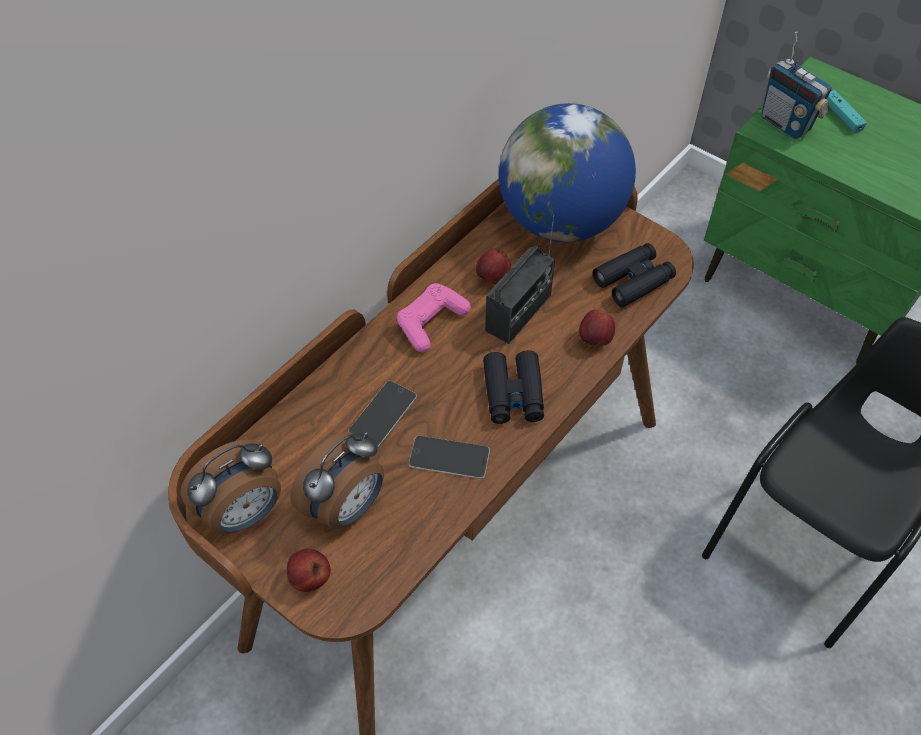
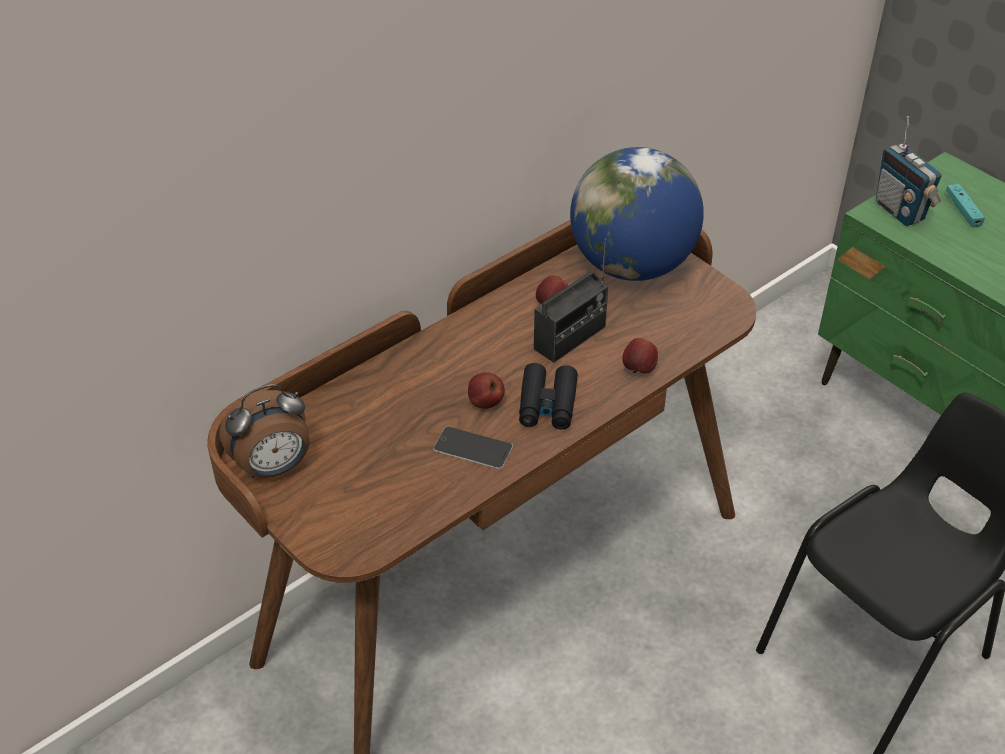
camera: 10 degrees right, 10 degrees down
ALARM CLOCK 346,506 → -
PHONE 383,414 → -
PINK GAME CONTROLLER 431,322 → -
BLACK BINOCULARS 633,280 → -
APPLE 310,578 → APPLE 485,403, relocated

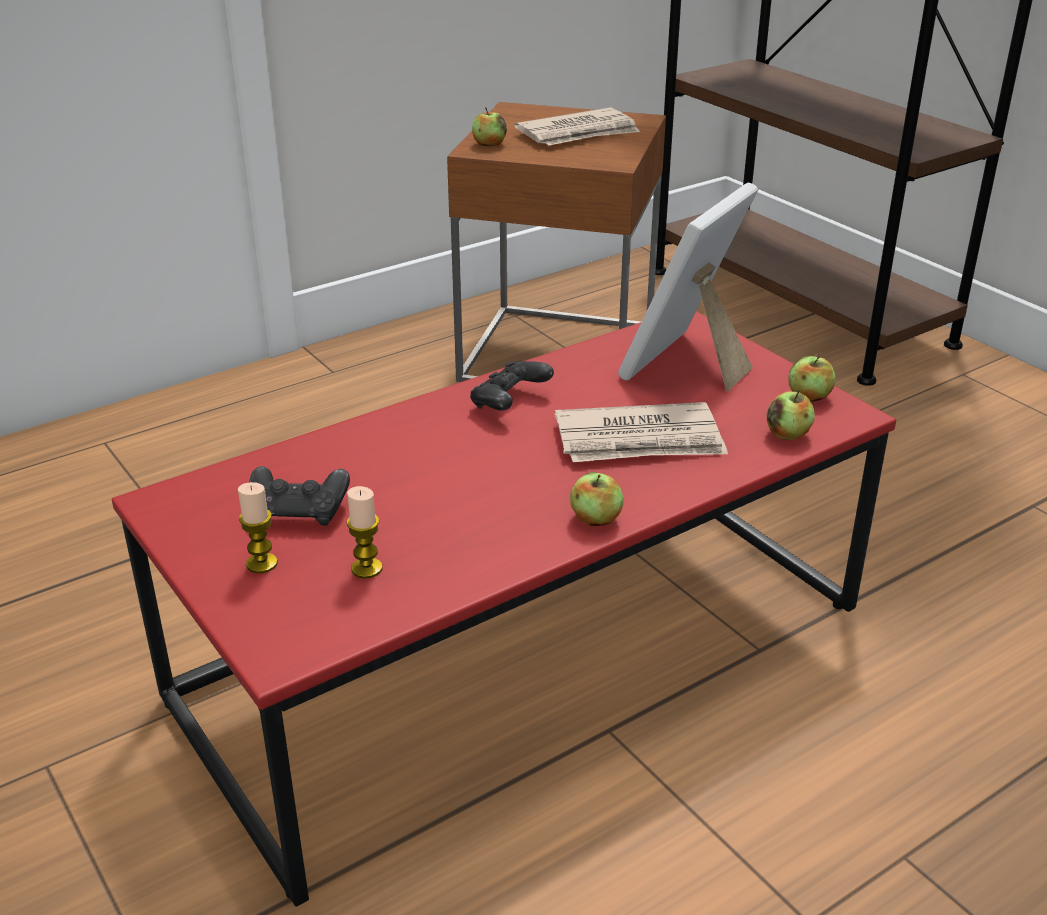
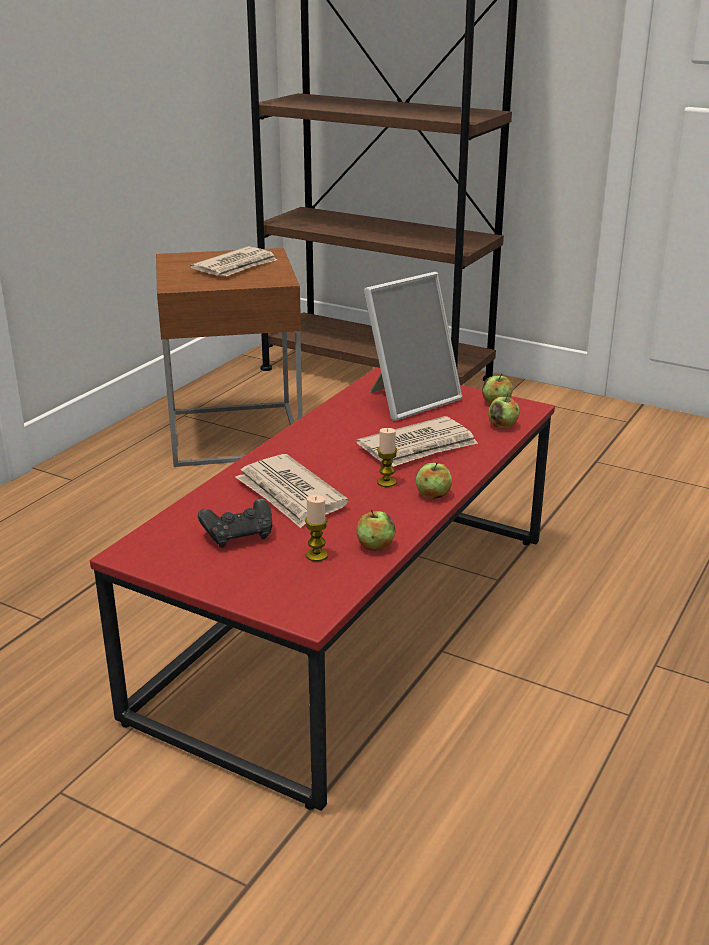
camera: 25 degrees left, 5 degrees down
BLACK GAME CONTROLLER 509,403 → -
- → NEWSPAPER 290,495
CANDLE 262,563 → CANDLE 386,482, relocated
APPLE 489,144 → APPLE 375,546, relocated
PICTURE FRAME 688,366 → PICTURE FRAME 409,400, 135 degrees counterclockwise

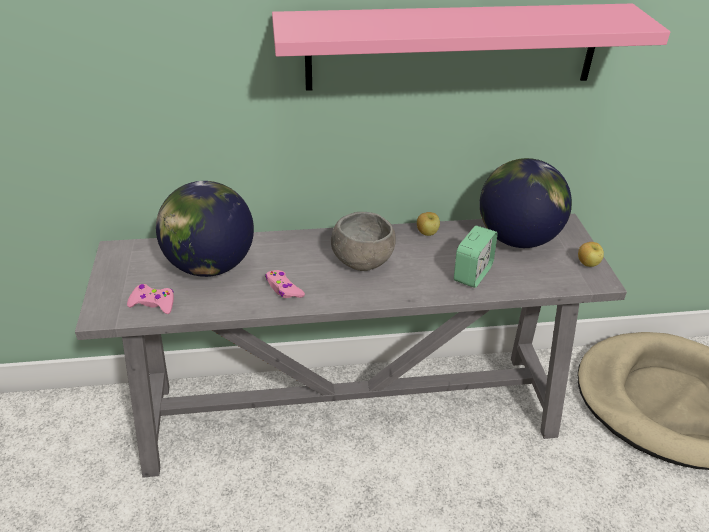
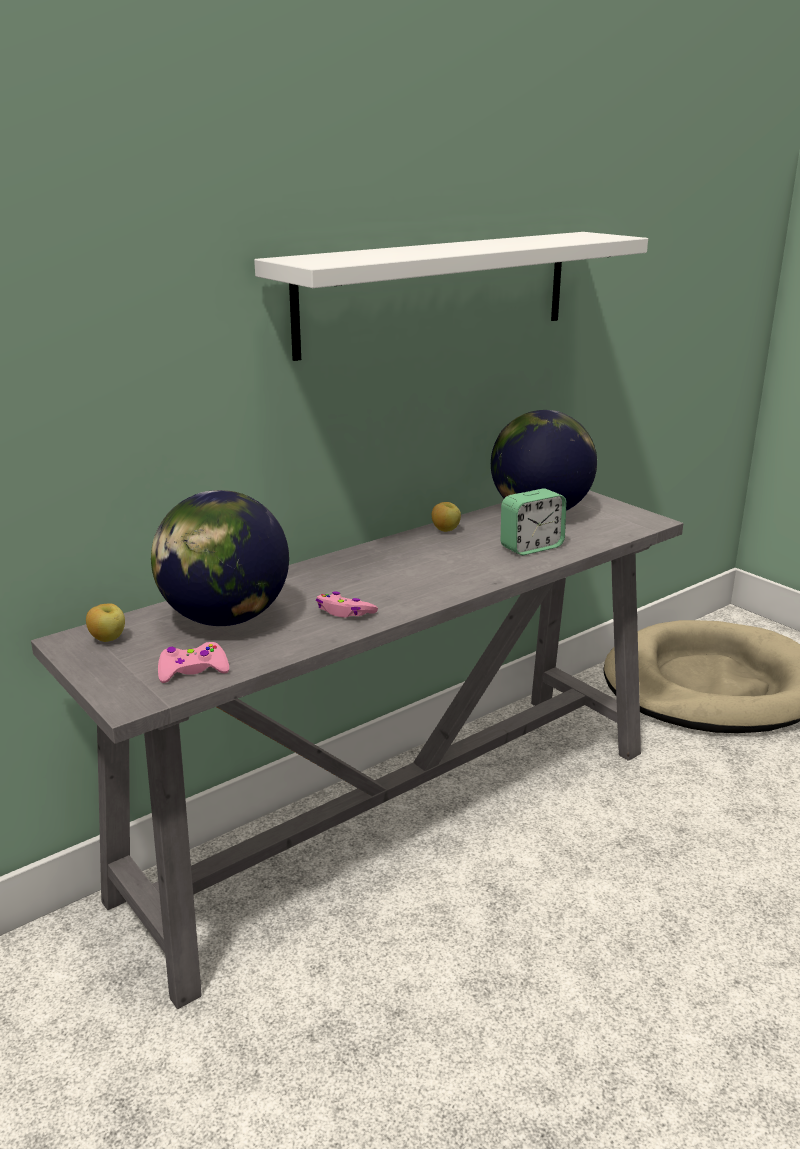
camera: 30 degrees left, 15 degrees down
GREY BOWL 361,261 → -
APPLE 587,264 → APPLE 108,639, relocated
PINK SHELF 453,47 → WHITE SHELF 437,291
ALARM CLOCK 472,274 → ALARM CLOCK 531,547, 60 degrees clockwise

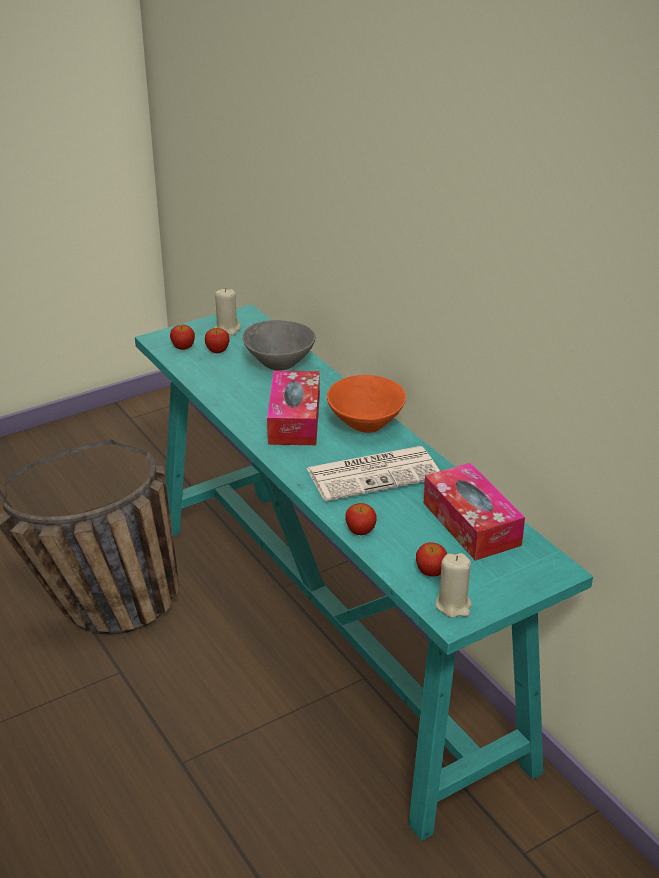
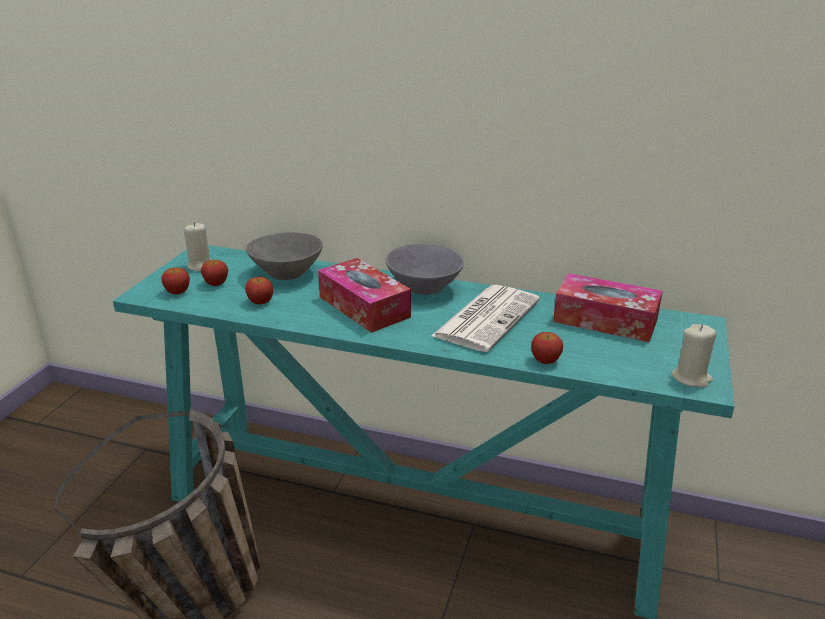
camera: 40 degrees left, 5 degrees down
APPLE 430,571 → APPLE 260,302, relocated
ORANGE BOWL 365,424 → GREY BOWL 424,289

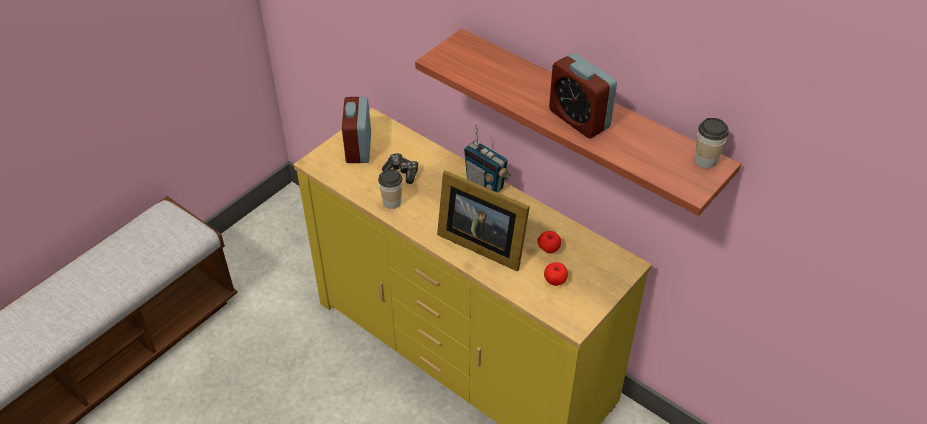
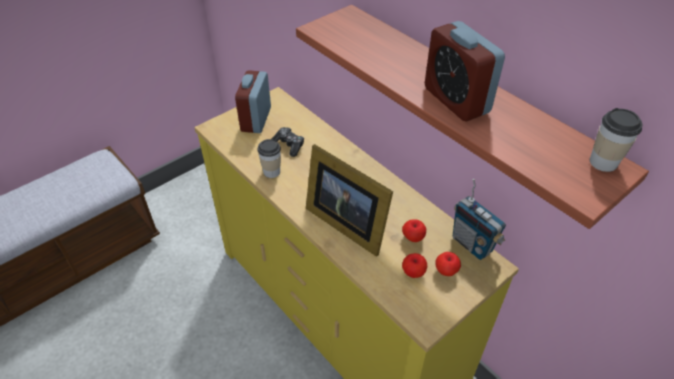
camera: 10 degrees right, 0 degrees up
- → APPLE 446,271
RADIO 485,185 → RADIO 472,244, relocated

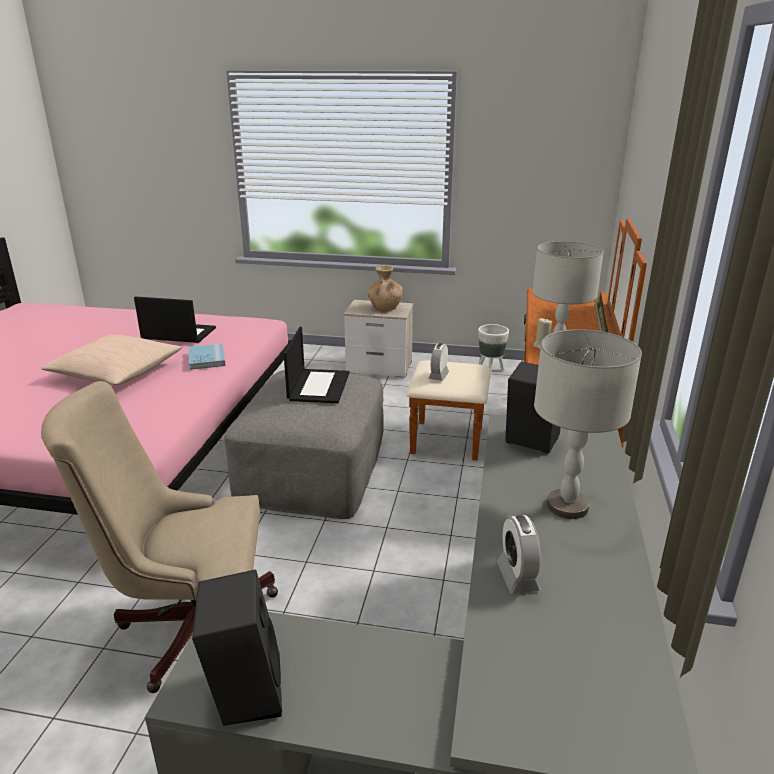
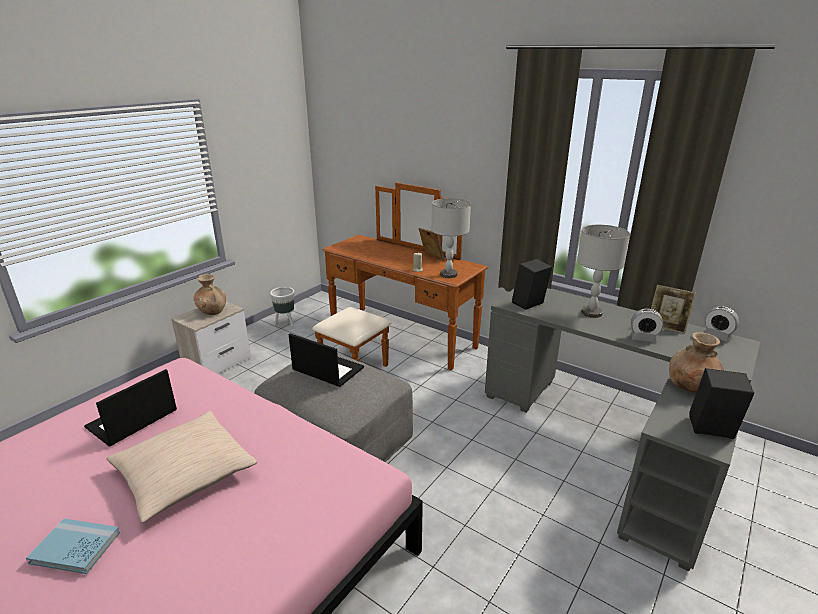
camera: 65 degrees left, 0 degrees up
BEIGE OFFICE CHAIR 190,627 → -
- → PICTURE FRAME 666,327
- → BROWN VASE 691,386
BLUE BOOK 207,358 → BLUE BOOK 75,548, relocated
ALARM CLOCK 438,376 → ALARM CLOCK 717,336, relocated

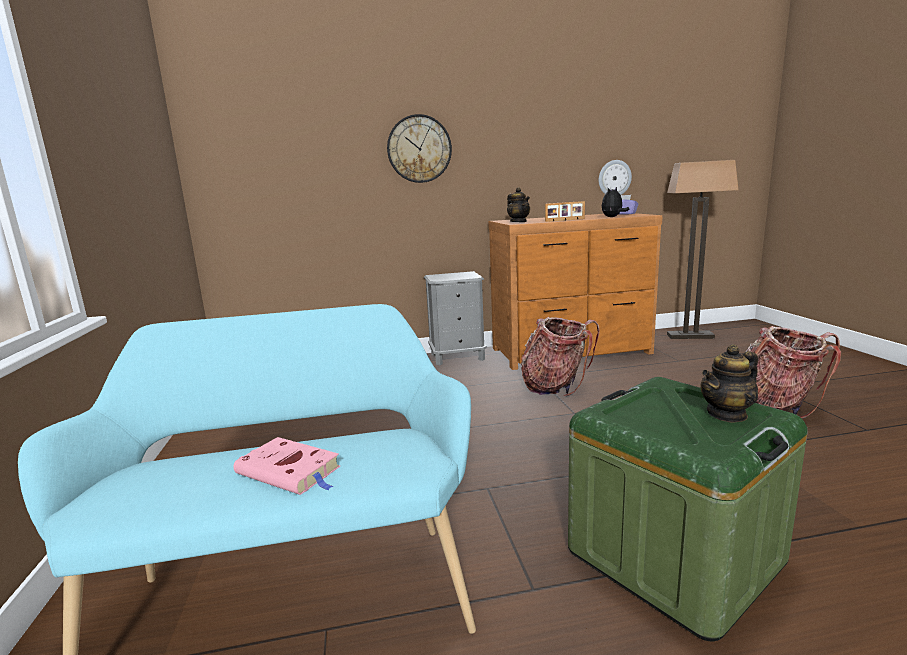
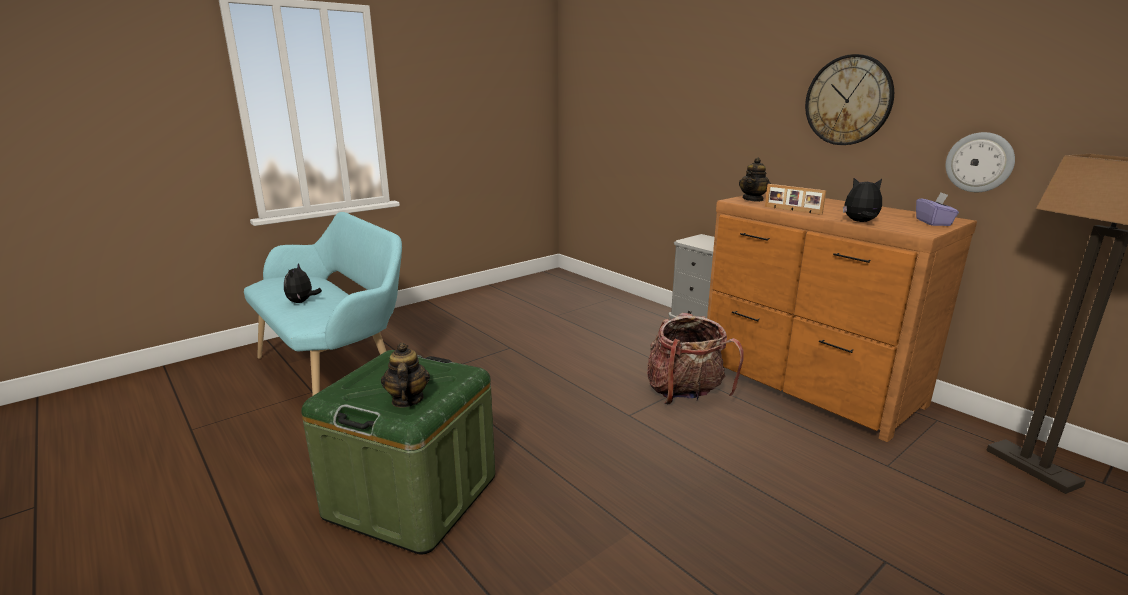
camera: 60 degrees right, 5 degrees up
BACKPACK 776,407 → -
WALL CLOCK 419,149 → WALL CLOCK 848,100, relocated
PINK BOOK 291,471 → PLUSH TOY 302,302
TEAPOT 727,414 → TEAPOT 407,400, 45 degrees clockwise

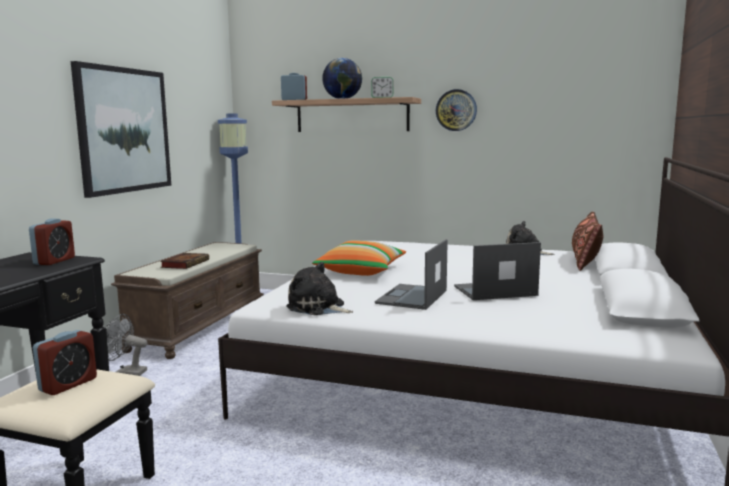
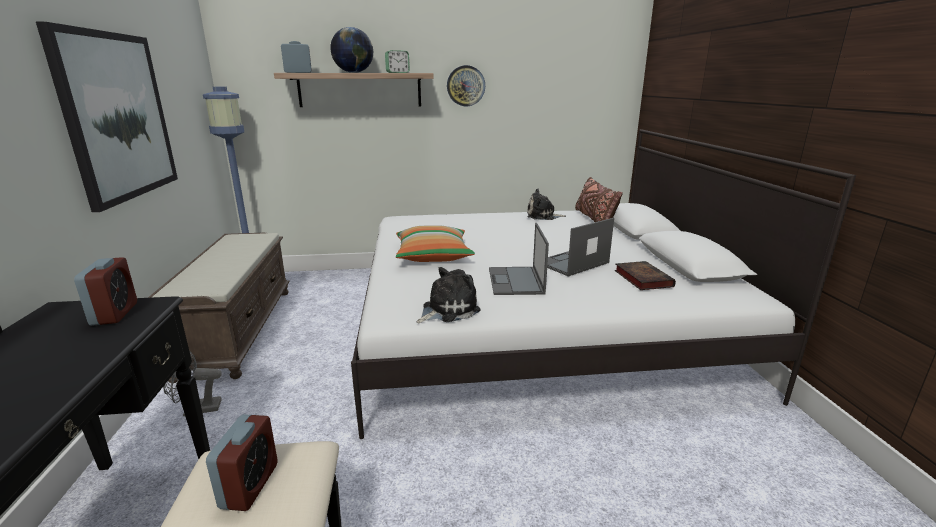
camera: 25 degrees left, 10 degrees up
BOOK 185,263 → BOOK 641,278, relocated
PLUSH TOY 318,308 → PLUSH TOY 447,310, 135 degrees clockwise

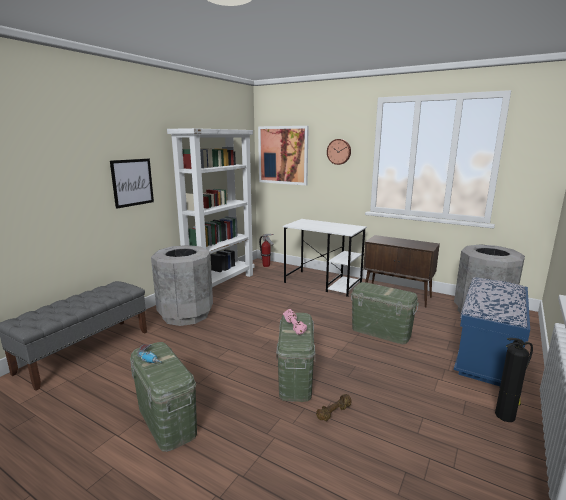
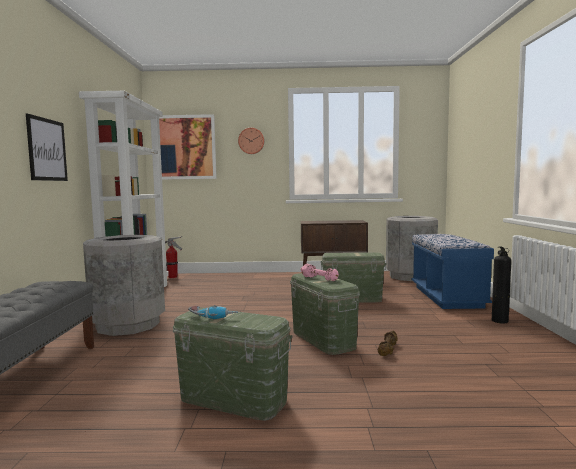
camera: 30 degrees left, 10 degrees down
WHITE DESK 323,283 → -

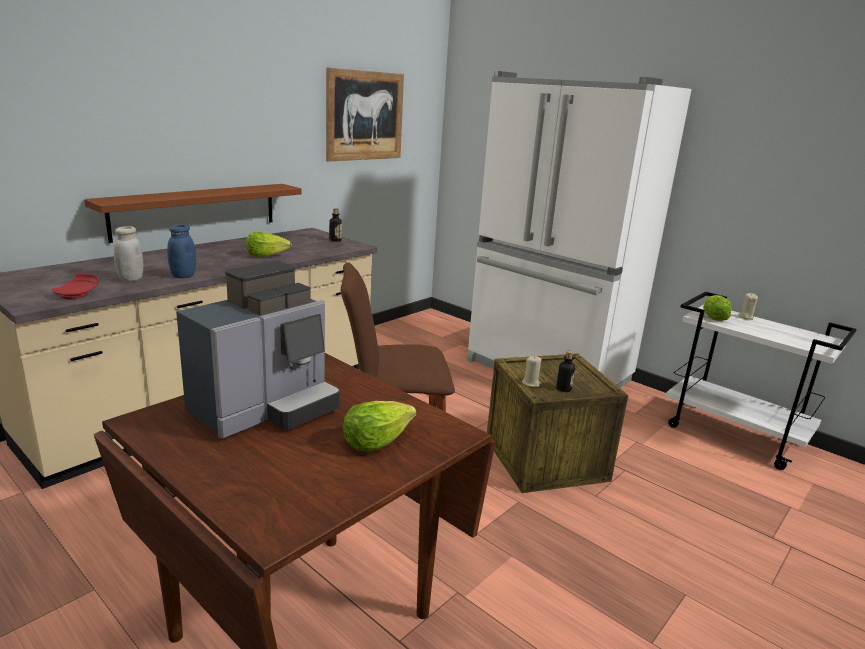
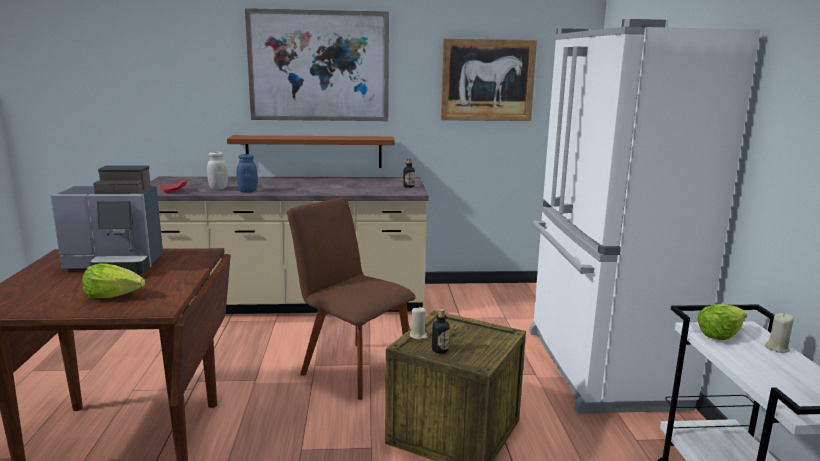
camera: 45 degrees right, 5 degrees down
LETTUCE 266,255 → -
- → PICTURE 319,66

